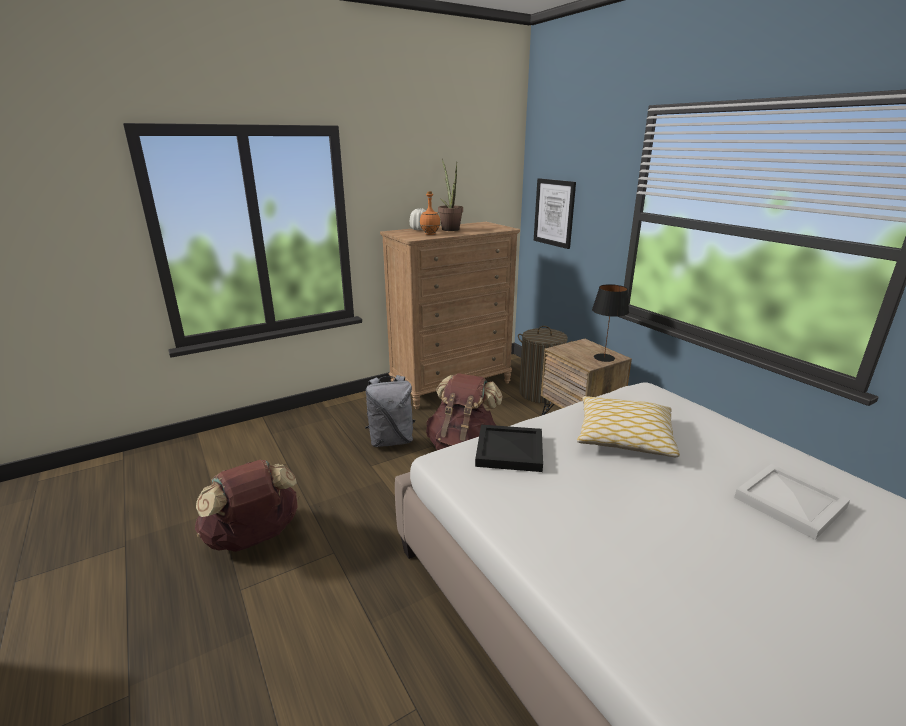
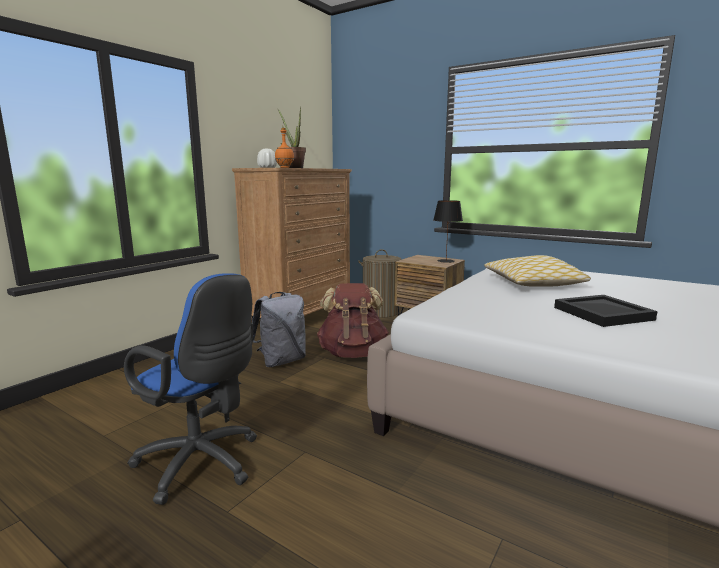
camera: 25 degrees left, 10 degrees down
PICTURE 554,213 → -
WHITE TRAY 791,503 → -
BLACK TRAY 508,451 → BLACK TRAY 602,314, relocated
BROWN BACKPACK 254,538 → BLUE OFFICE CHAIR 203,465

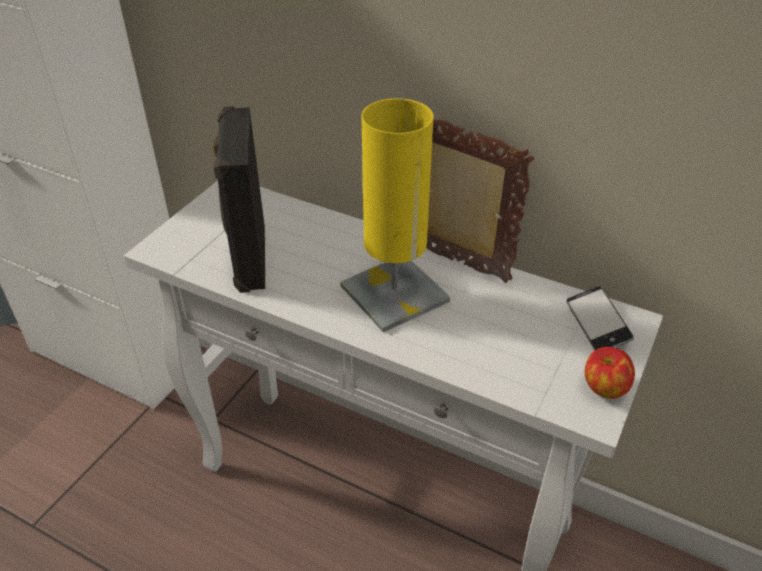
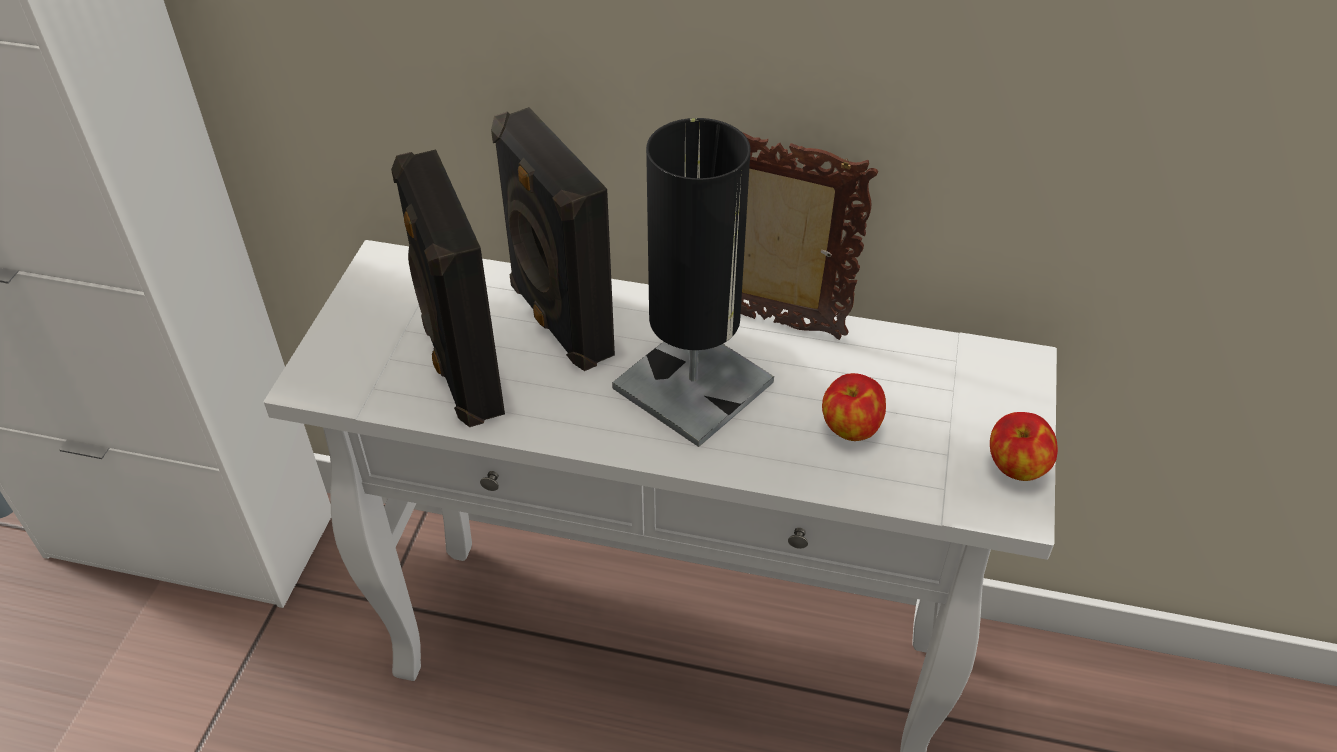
camera: 15 degrees left, 5 degrees up
PHONE 597,324 → -
- → BLACK SPEAKER 558,322
- → APPLE 850,428
YELLOW TABLE LAMP 394,294 → BLACK TABLE LAMP 693,385

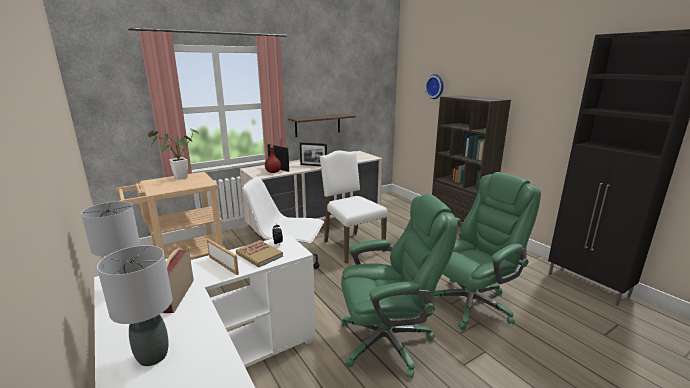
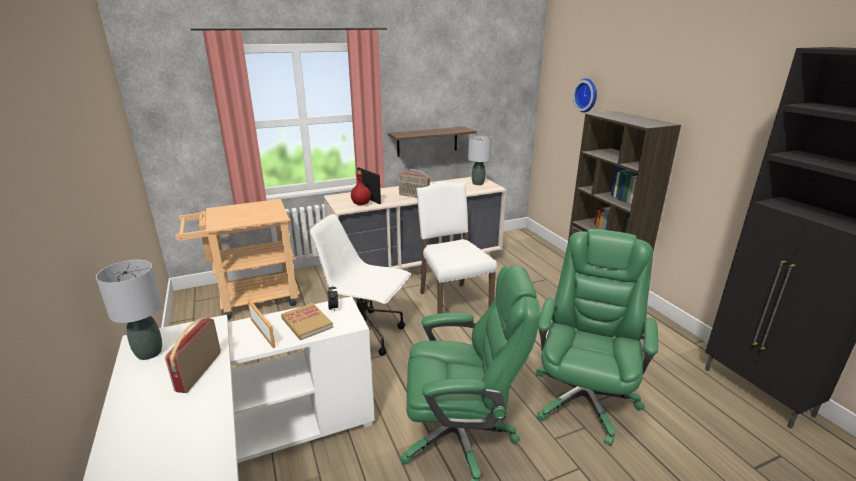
camera: 10 degrees right, 5 degrees up
POTTED PLANT 177,178 → -
GREY TABLE LAMP 152,356 → GREY TABLE LAMP 477,183, relocated
PICTURE FRAME 313,165 → RADIO 414,196
GREEN OFFICE CHAIR 471,303 → GREEN OFFICE CHAIR 583,399, 45 degrees counterclockwise

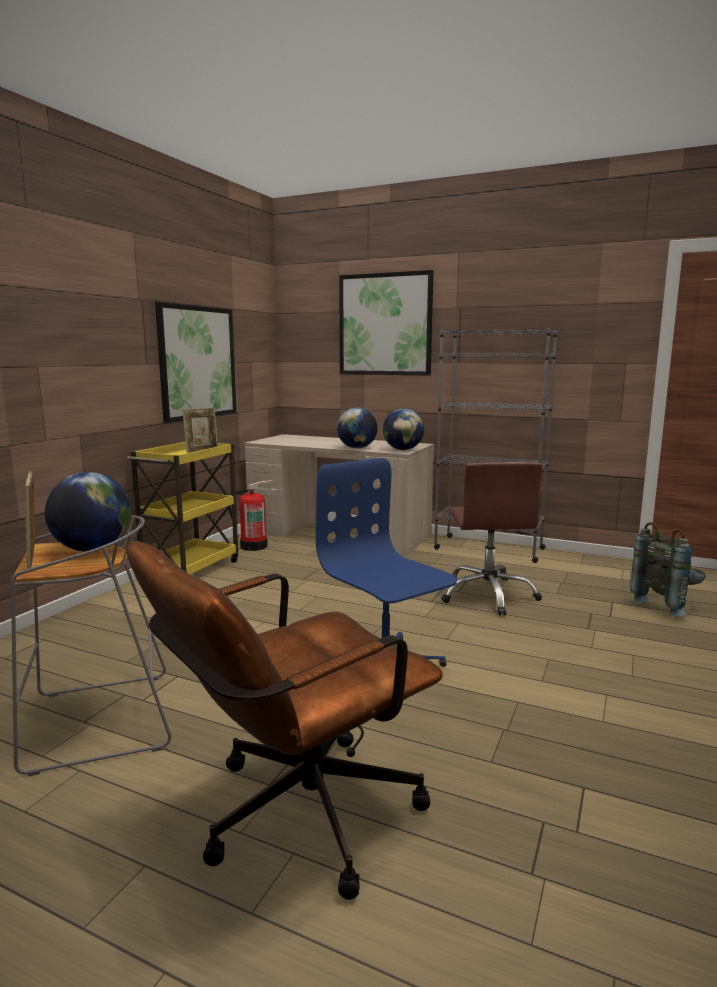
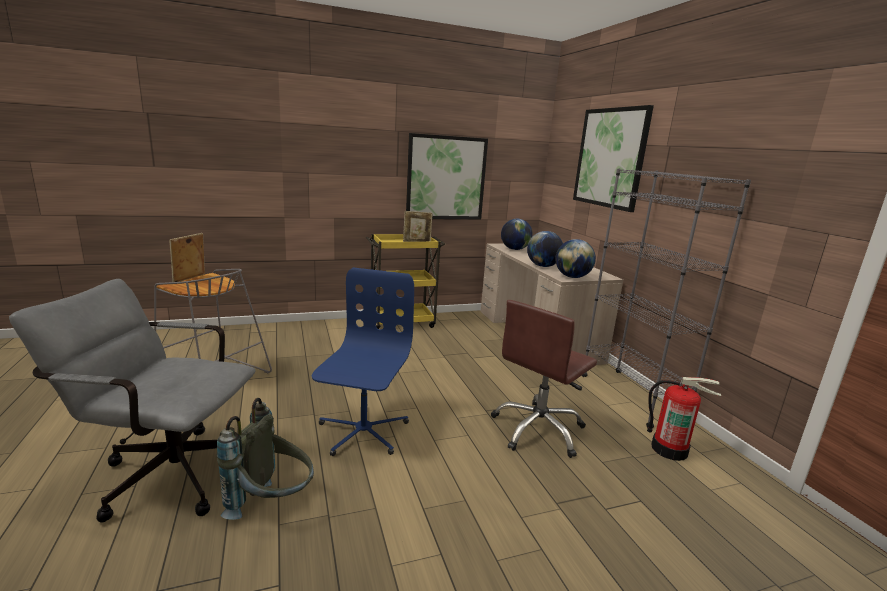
camera: 45 degrees right, 5 degrees up
GLOBE 92,549 → GLOBE 514,249, relocated
FIRE EXTINGUISHER 254,546 → FIRE EXTINGUISHER 669,449, relocated
GREY BACKPACK 667,605 → GREY BACKPACK 272,504, relocated
BROWN OFFICE CHAIR 293,818 → GREY OFFICE CHAIR 165,472

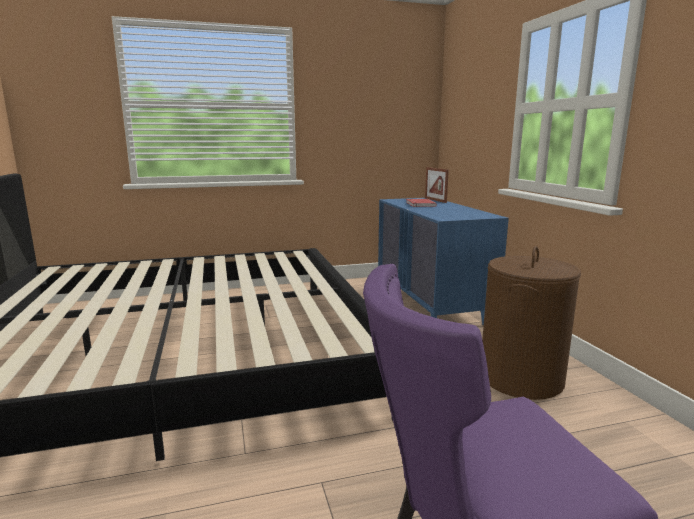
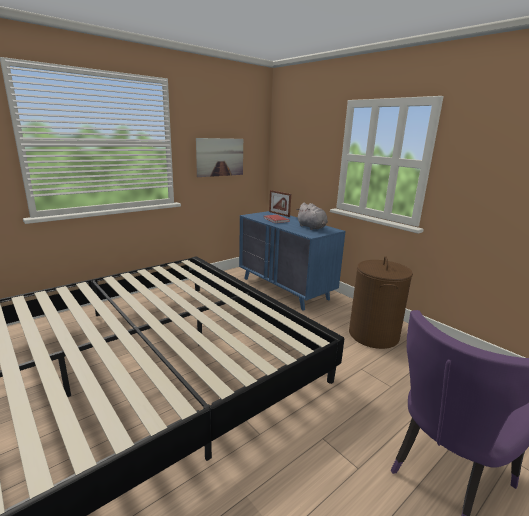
camera: 25 degrees left, 5 degrees up
- → PICTURE 220,157
- → GREY PLUSH TOY 312,227

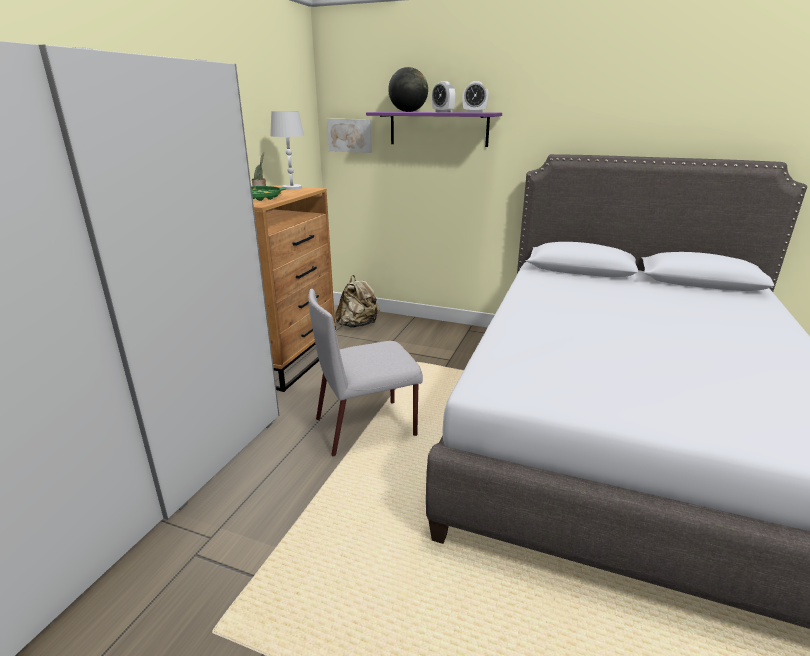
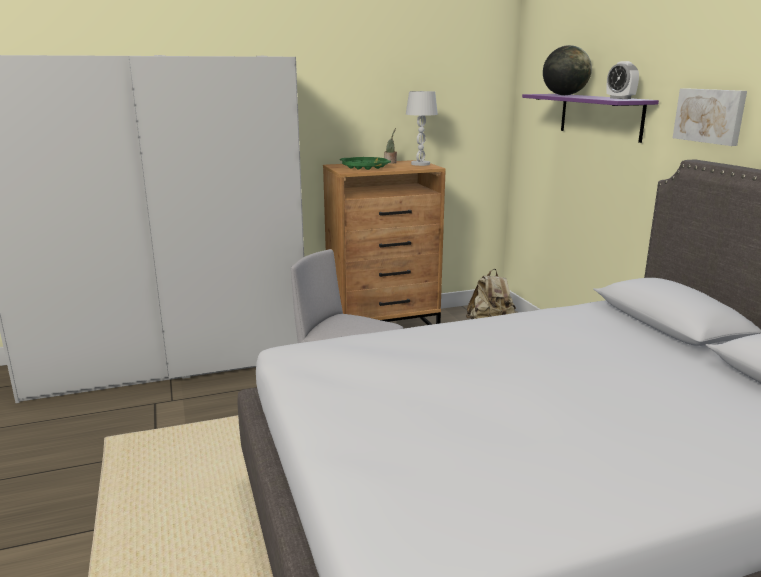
camera: 50 degrees right, 5 degrees down
ALARM CLOCK 443,112 → -
PICTURE 350,135 → PICTURE 710,115, relocated

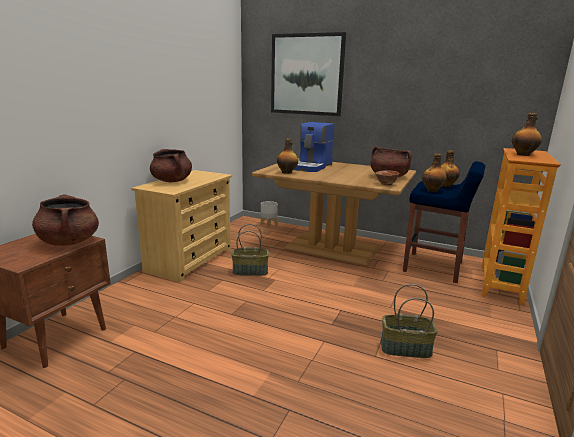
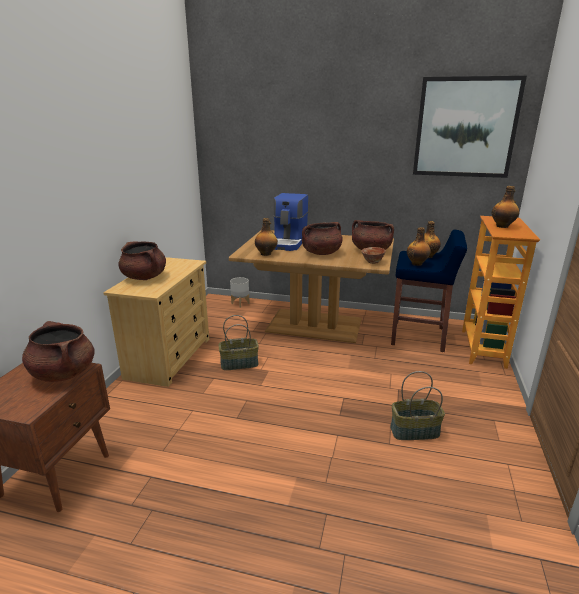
camera: 10 degrees left, 5 degrees up
- → BROWN COOKING POT 321,253
PICTURE 306,75 → PICTURE 465,128, relocated

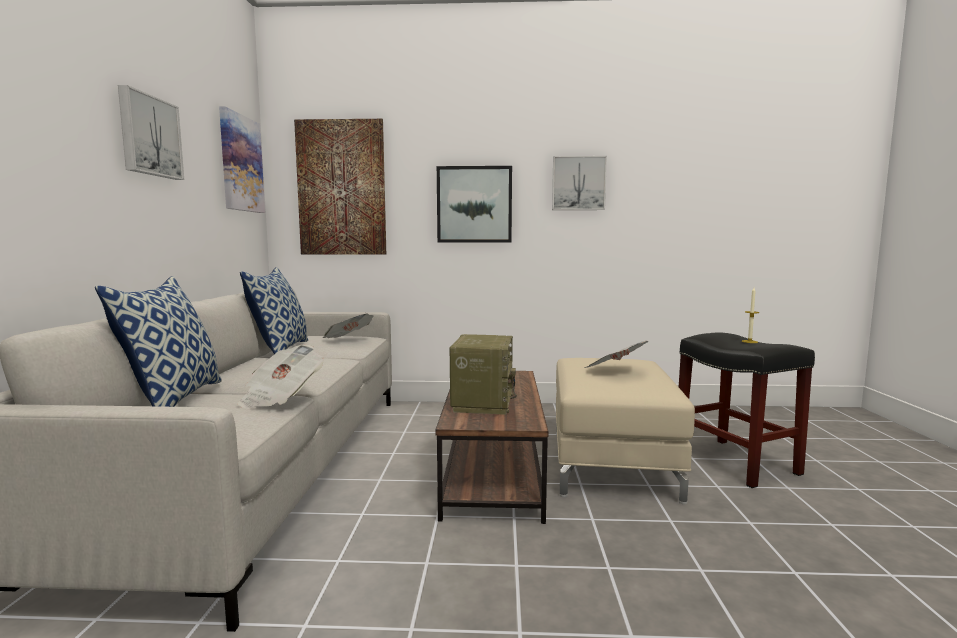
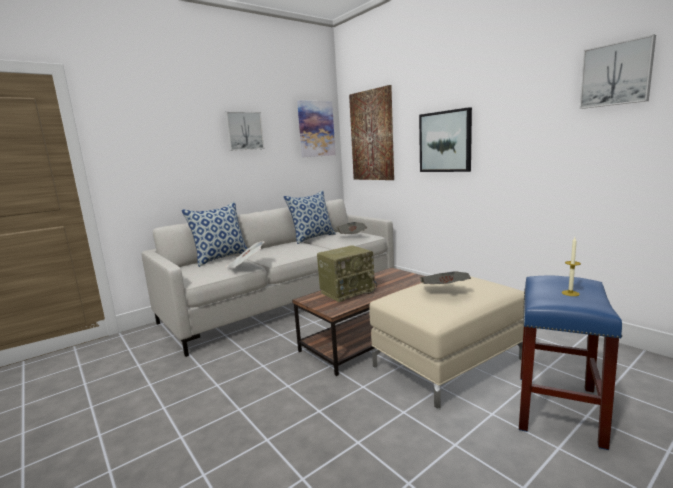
camera: 50 degrees right, 5 degrees up
PICTURE 578,183 → PICTURE 616,74, relocated
BLACK STOOL 736,462 → BLUE STOOL 559,409

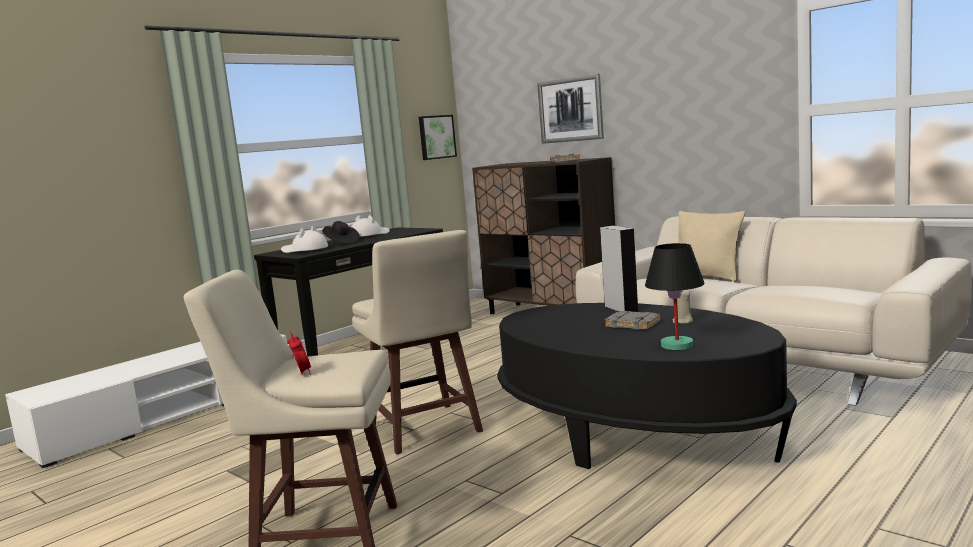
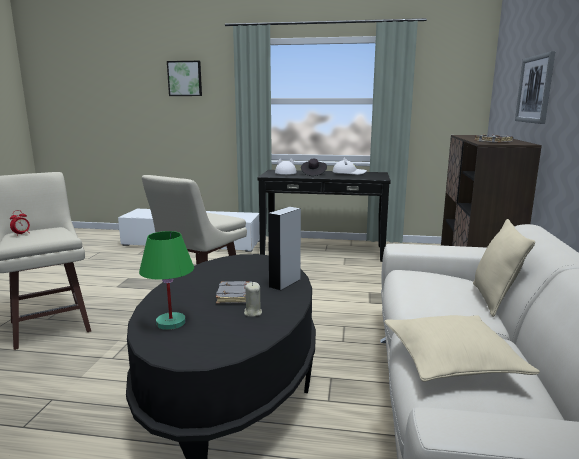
camera: 55 degrees right, 5 degrees up
- → BEIGE PILLOW 452,360
PICTURE 436,137 → PICTURE 185,78, relocated
BLACK TABLE LAMP 676,345 → GREEN TABLE LAMP 170,322

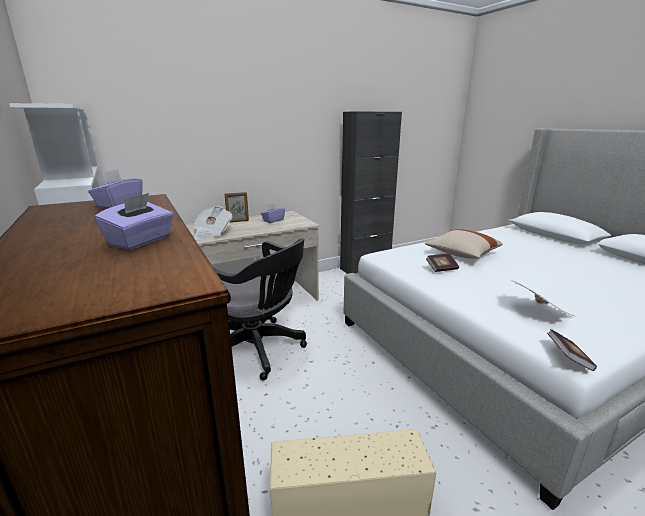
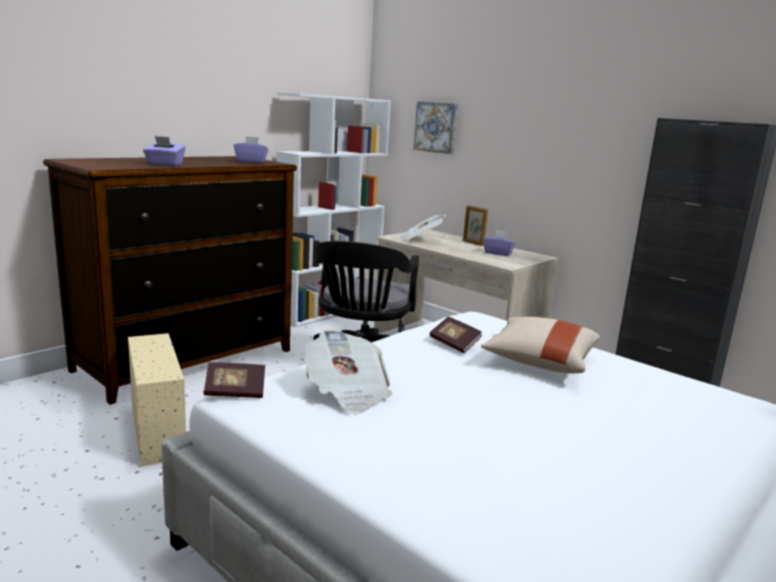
camera: 70 degrees right, 5 degrees down
- → PICTURE 436,127

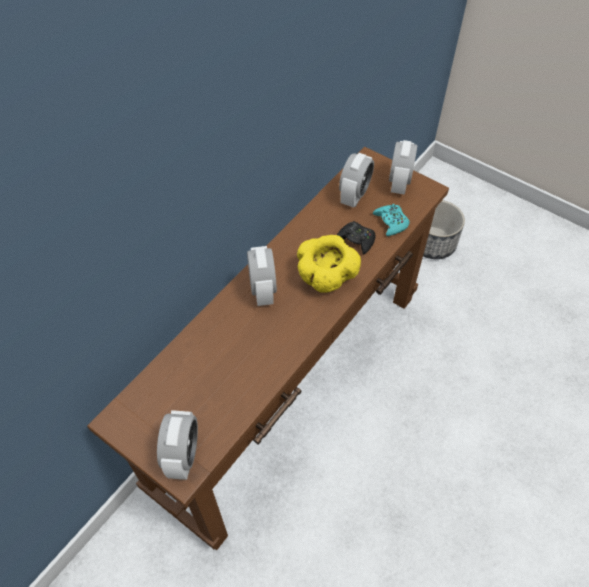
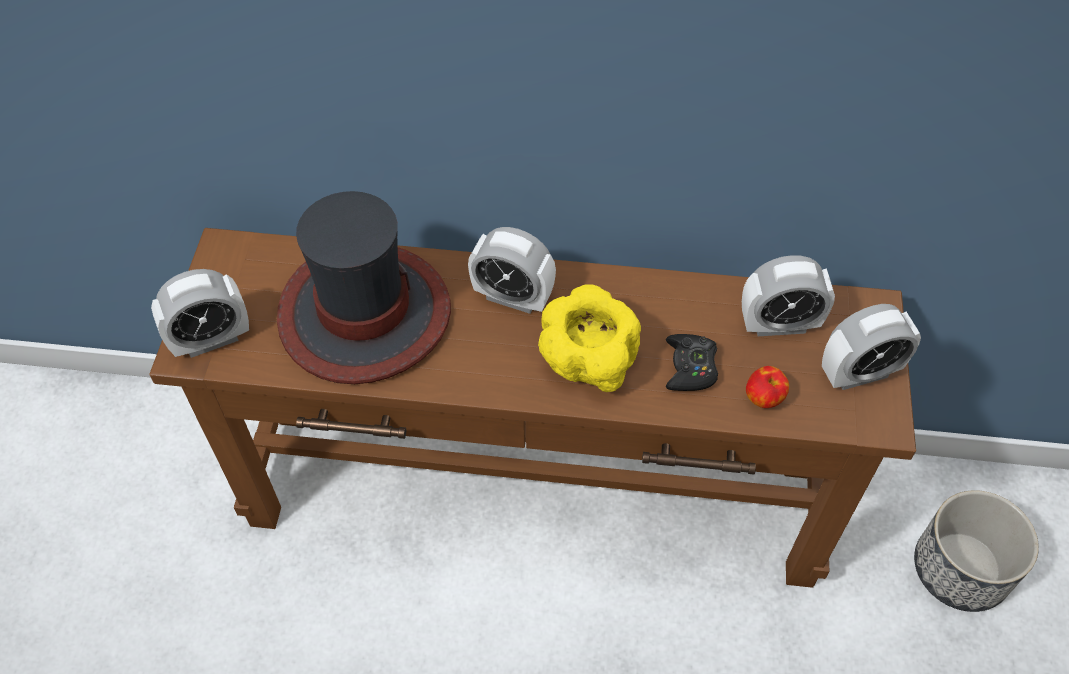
camera: 60 degrees right, 0 degrees up
- → HAT 364,314
TURQUOISE GAME CONTROLLER 391,222 → APPLE 764,398
ALARM CLOCK 262,290 → ALARM CLOCK 512,297, 60 degrees clockwise

